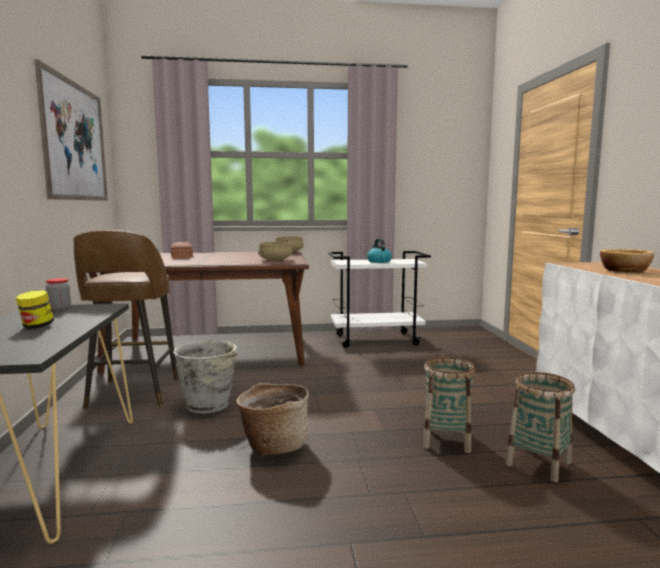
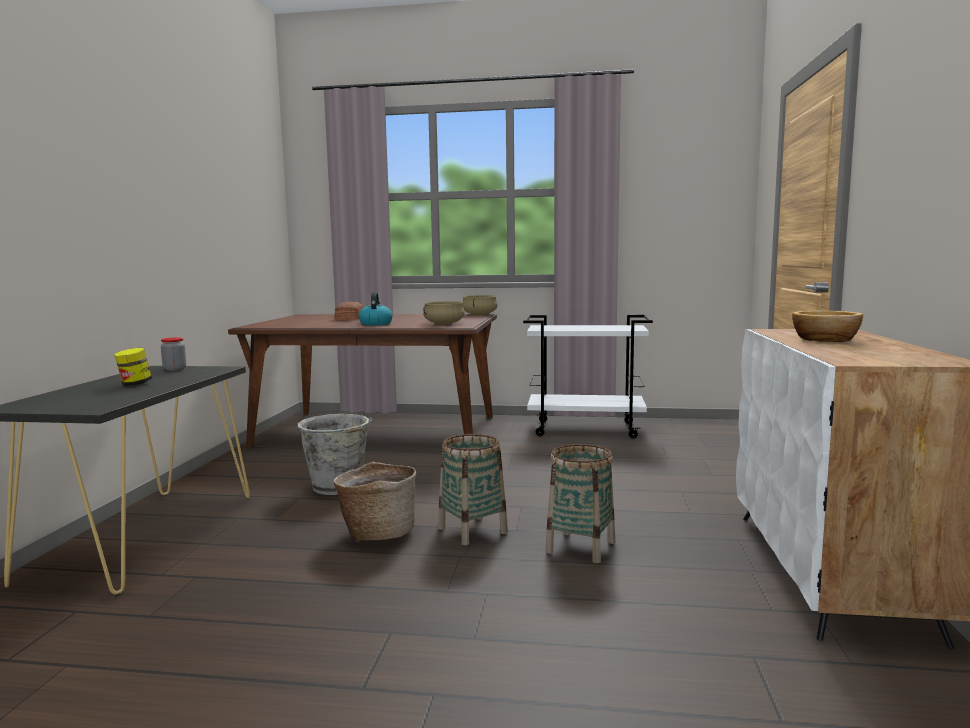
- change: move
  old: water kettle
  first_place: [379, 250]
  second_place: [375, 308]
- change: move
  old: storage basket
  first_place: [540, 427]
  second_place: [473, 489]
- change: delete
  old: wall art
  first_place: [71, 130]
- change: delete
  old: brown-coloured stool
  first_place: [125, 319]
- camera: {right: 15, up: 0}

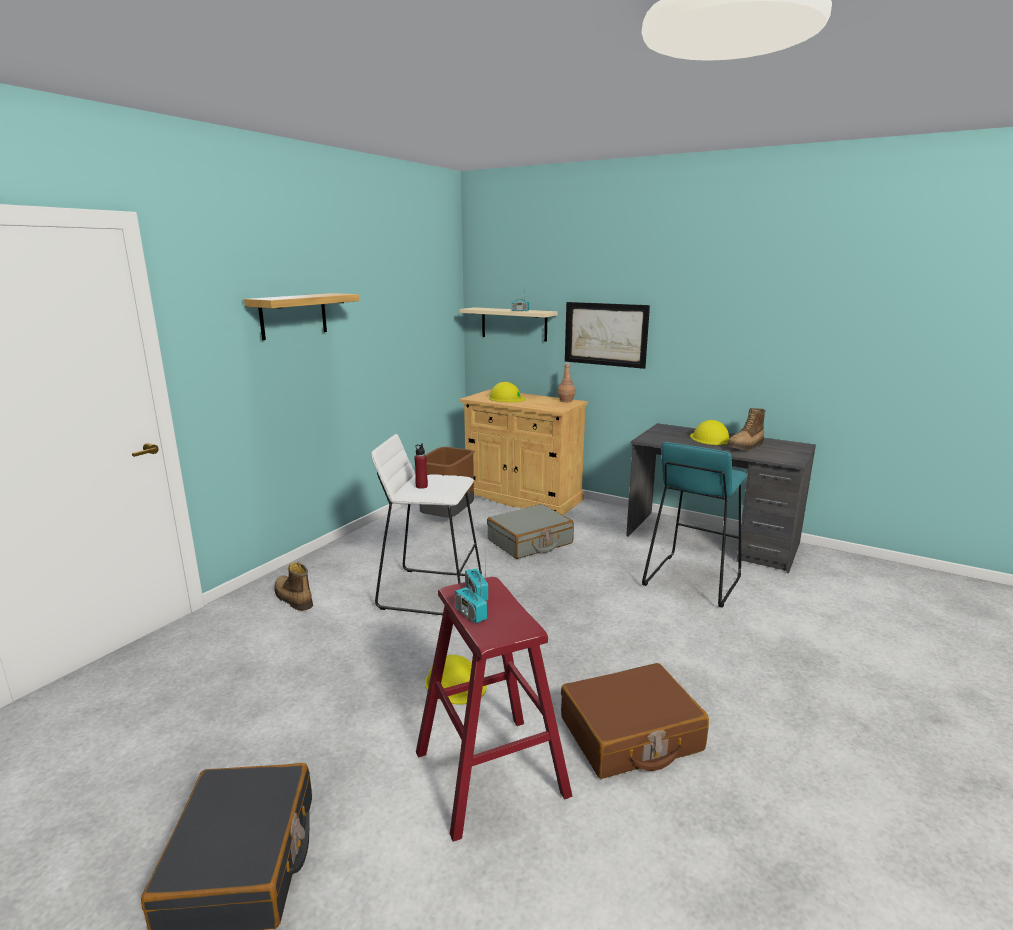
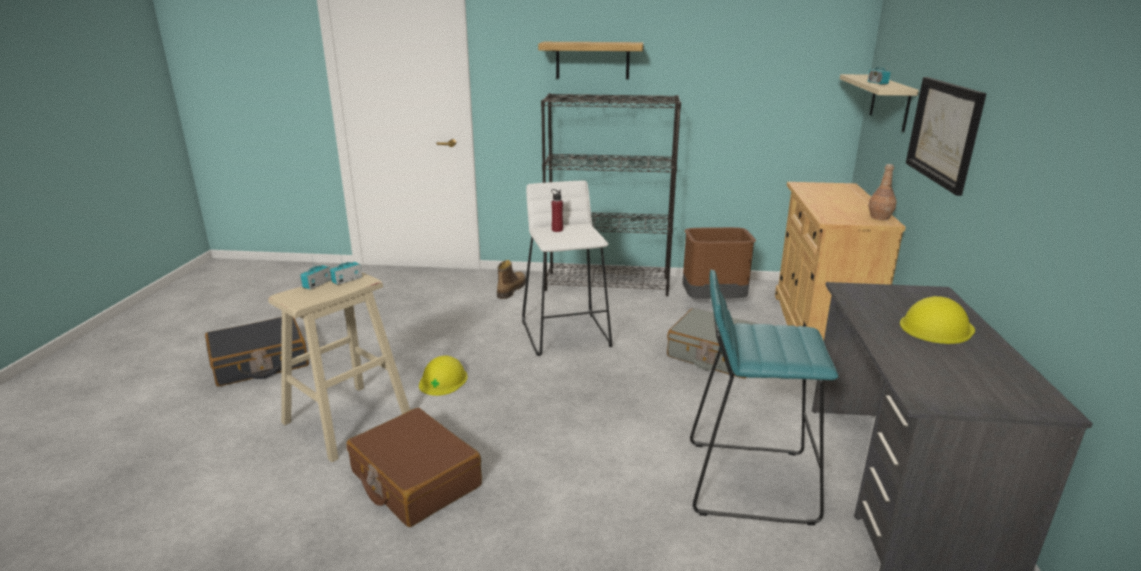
- change: recolor
  old: reddish stool
  new: sand-coloured stool
  first_place: [494, 709]
  second_place: [339, 367]
- change: insert
  new: blackish shelving unit
  second_place: [611, 194]
- change: delete
  old: yellow work helmet
  first_place: [507, 392]
- change: delete
  old: boot
  first_place: [746, 429]
- camera: {right: 65, up: 5}

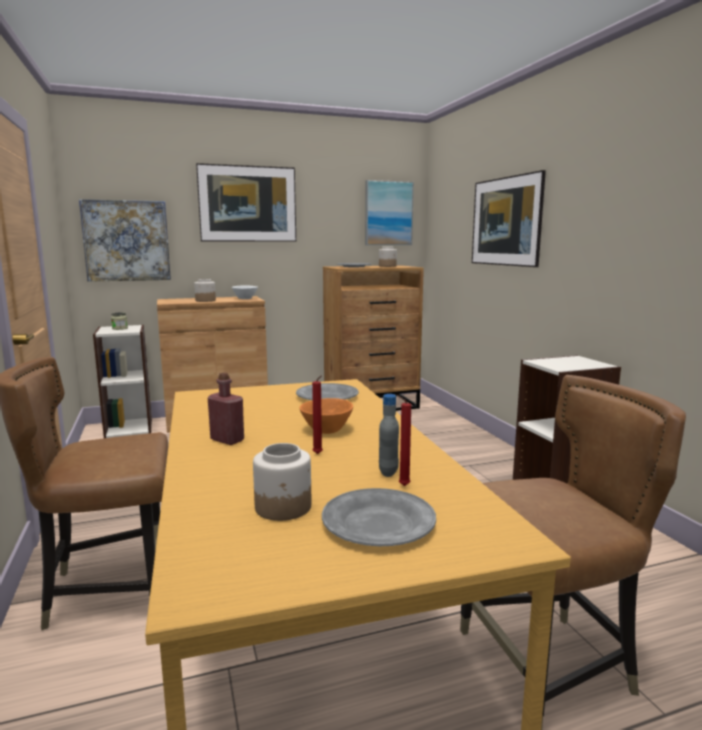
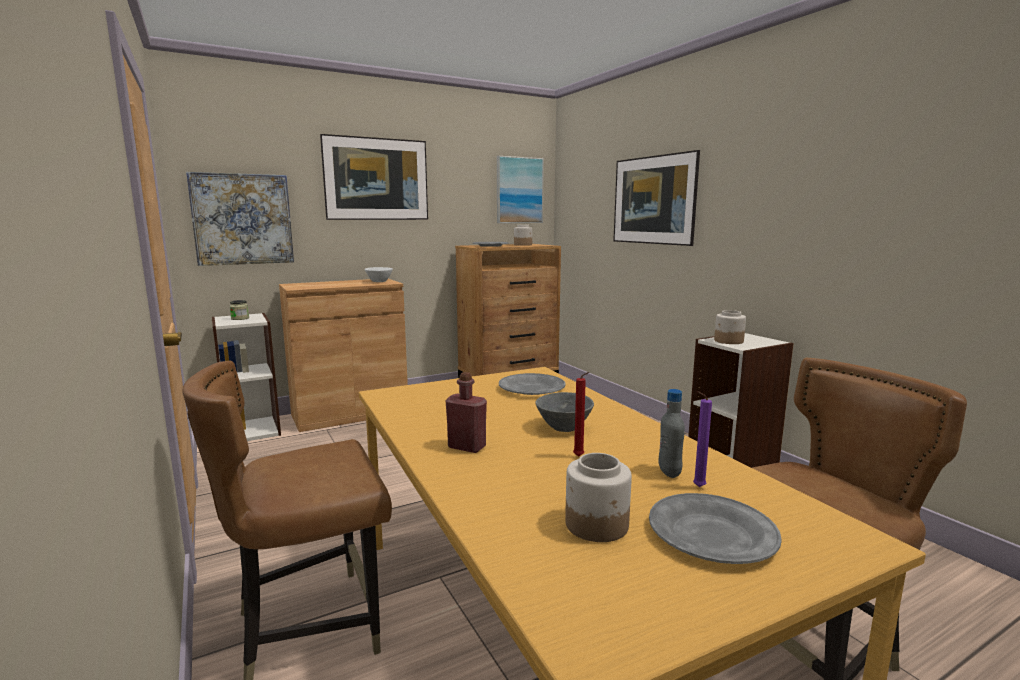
- change: recolor
  old: orange deep dish
  new: grey deep dish
  first_place: [326, 416]
  second_place: [565, 412]
- change: recolor
  old: reddish wax candle
  new: purple-coloured wax candle
  first_place: [403, 440]
  second_place: [702, 439]
- change: move
  old: jar
  first_place: [205, 290]
  second_place: [730, 327]
- camera: {right: -10, up: 0}

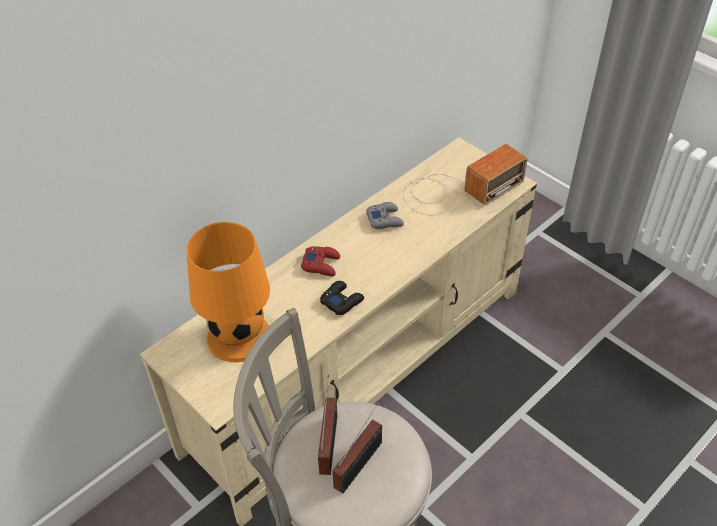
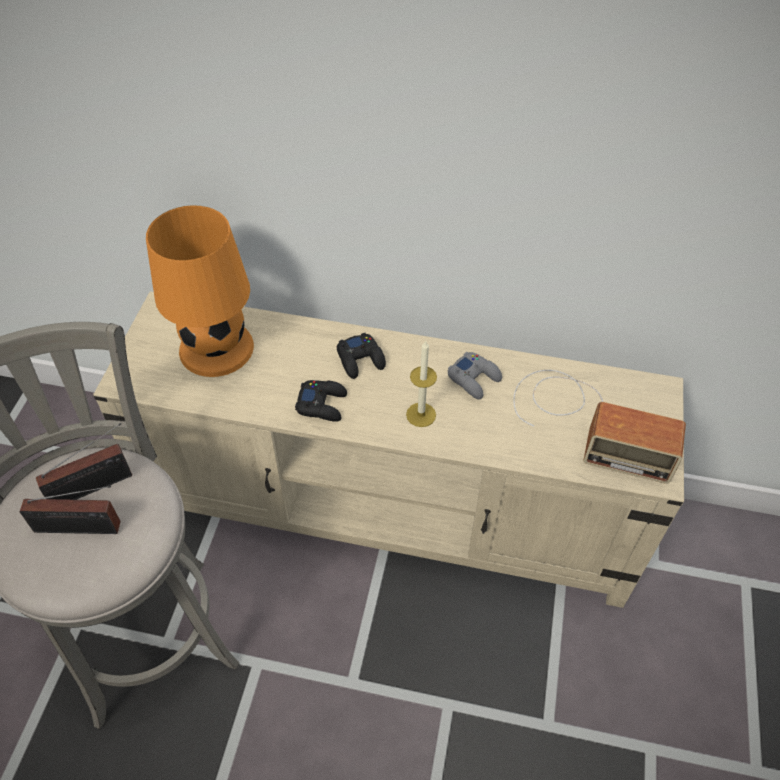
- change: recolor
  old: reddish game controller
  new: blackish game controller
  first_place: [320, 261]
  second_place: [361, 356]
- change: insert
  new: wax candle
  second_place: [421, 384]
- camera: {right: 55, up: 5}

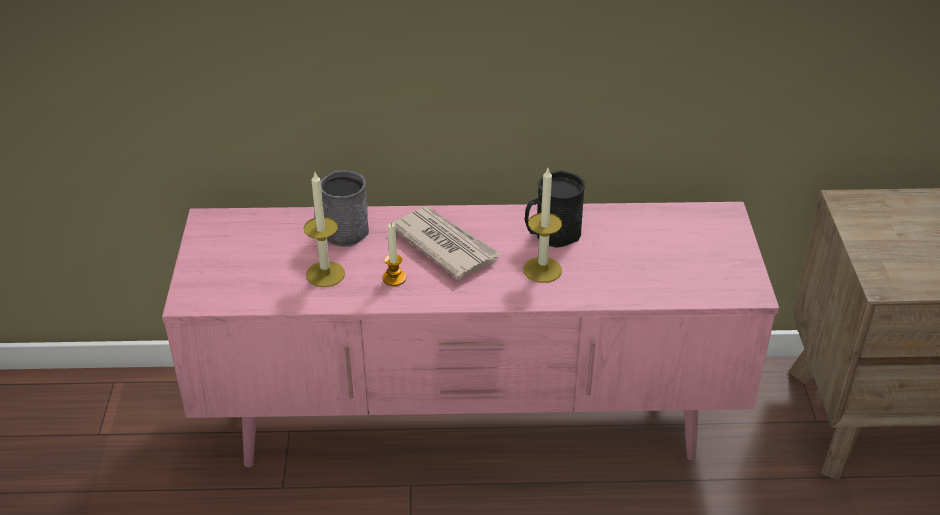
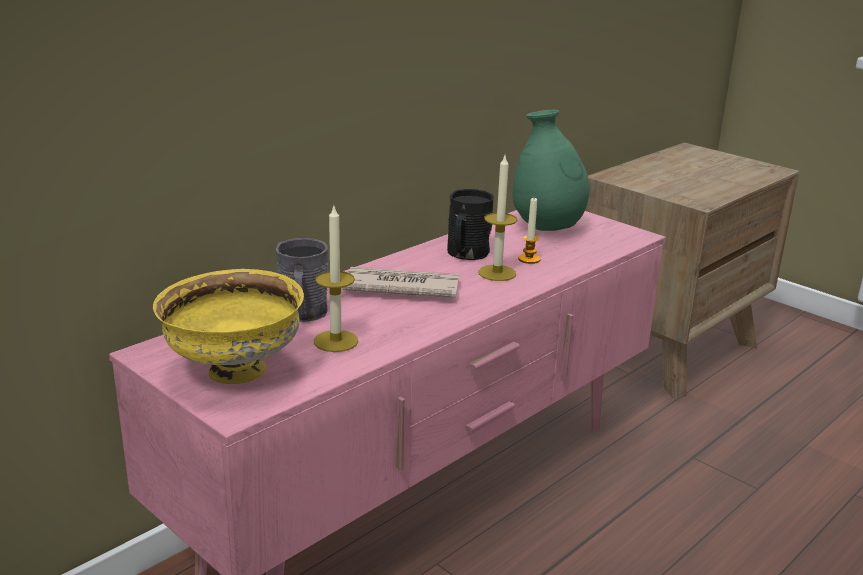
- change: insert
  new: yellow deep dish
  second_place: [228, 326]
- change: insert
  new: greenish vase
  second_place: [551, 170]
- change: move
  old: wax candle
  first_place: [394, 254]
  second_place: [529, 231]
- camera: {right: -45, up: -15}

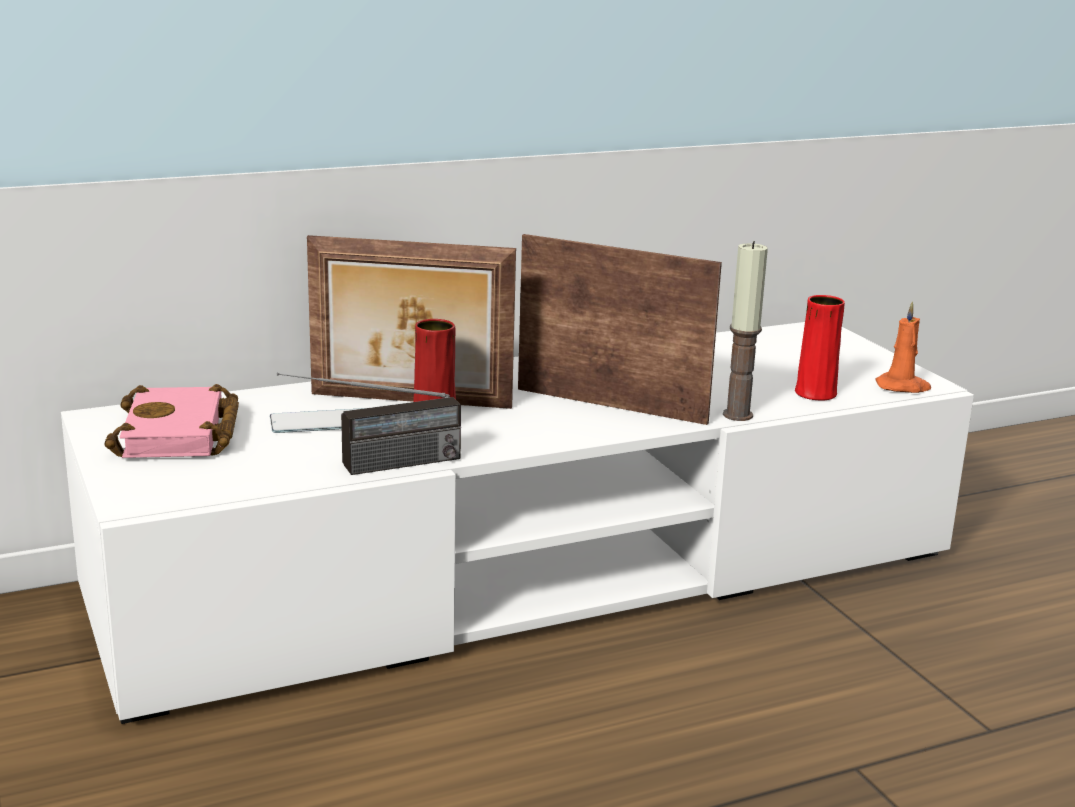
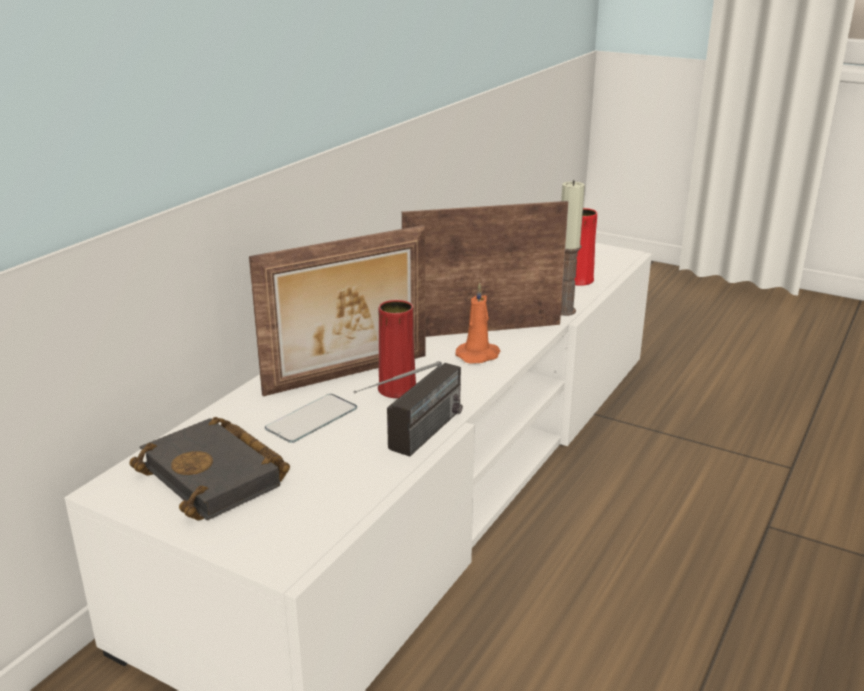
- change: recolor
  old: pink volume
  new: blackish volume
  first_place: [171, 421]
  second_place: [209, 468]
- change: move
  old: orange wax candle
  first_place: [903, 347]
  second_place: [477, 323]
- camera: {right: -35, up: 5}

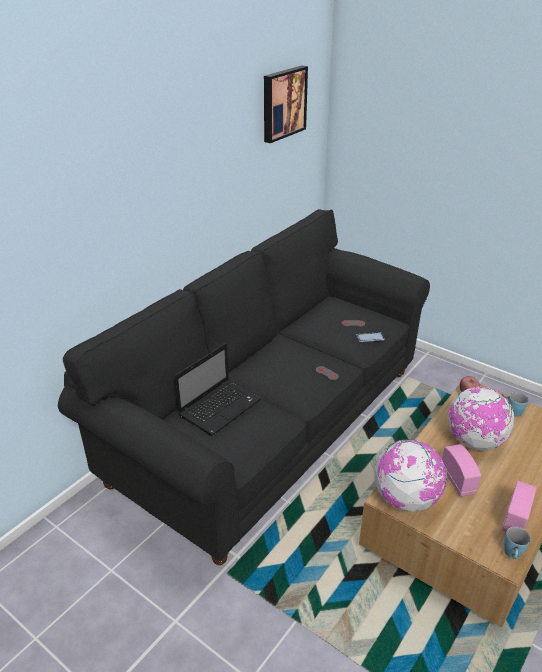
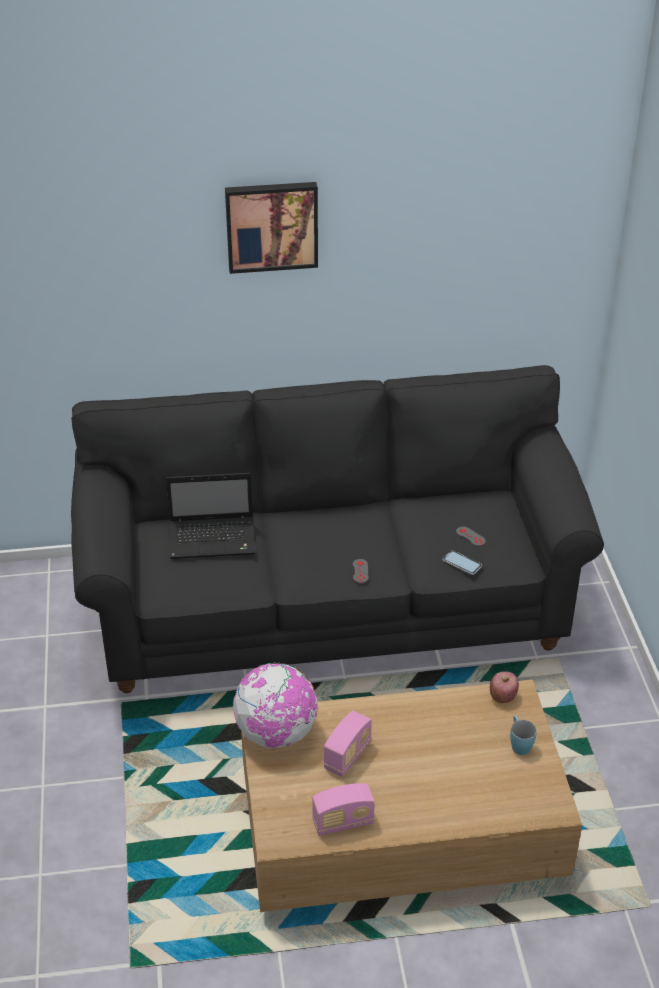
- change: move
  old: wall art
  first_place: [286, 104]
  second_place: [271, 228]
- change: delete
  old: desk globe
  first_place: [481, 418]
- change: delete
  old: blue-coloured mug
  first_place: [517, 543]
- camera: {right: 45, up: 5}

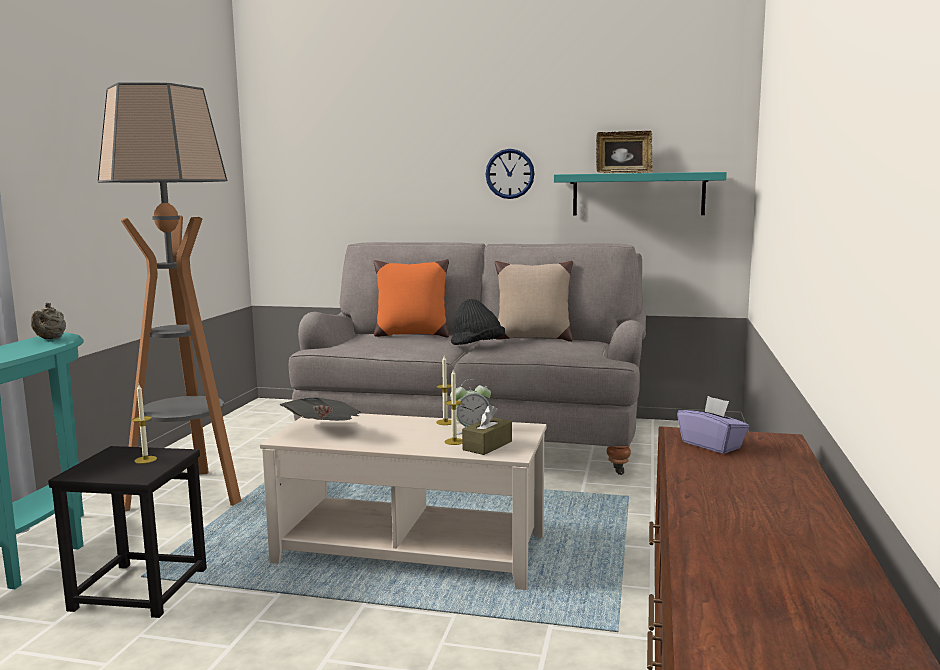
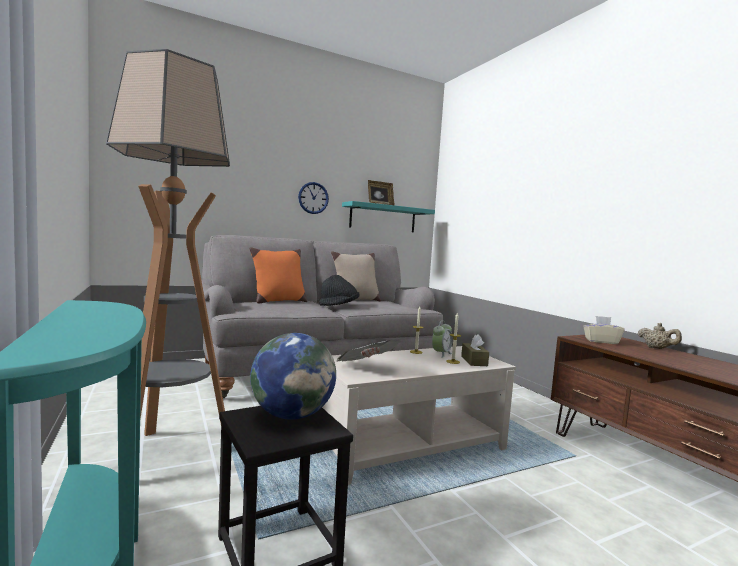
- change: replace
  old: wax candle
  new: desk globe
  first_place: [144, 424]
  second_place: [293, 376]
- change: recolor
  old: purple-coloured tissue box
  new: sand-coloured tissue box
  first_place: [713, 425]
  second_place: [603, 330]
- change: move
  old: sand-coloured pot for tea
  first_place: [48, 321]
  second_place: [660, 336]
- camera: {right: -40, up: -5}

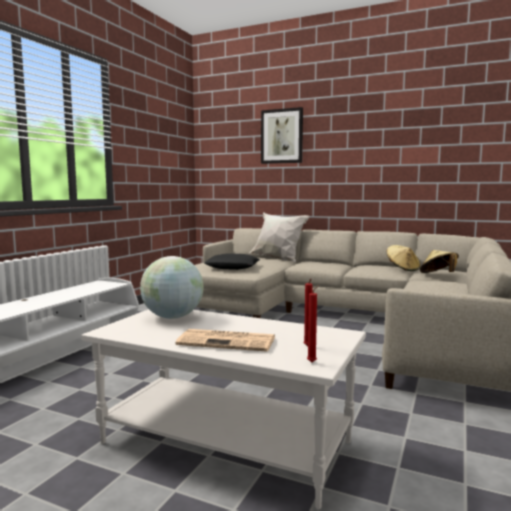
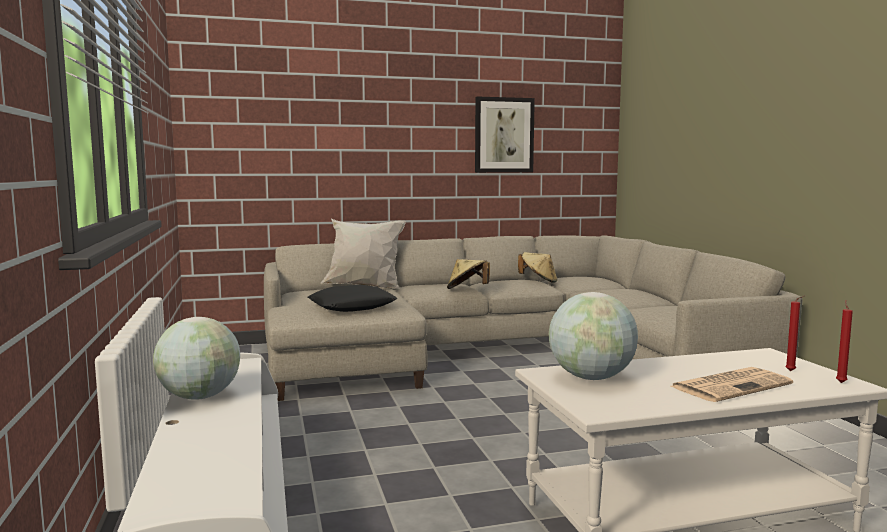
- change: insert
  new: desk globe
  second_place: [196, 358]
- change: move
  old: sand-coloured hat
  first_place: [439, 261]
  second_place: [468, 274]
- change: move
  old: wall art
  first_place: [282, 135]
  second_place: [505, 134]
- camera: {right: -40, up: 0}

